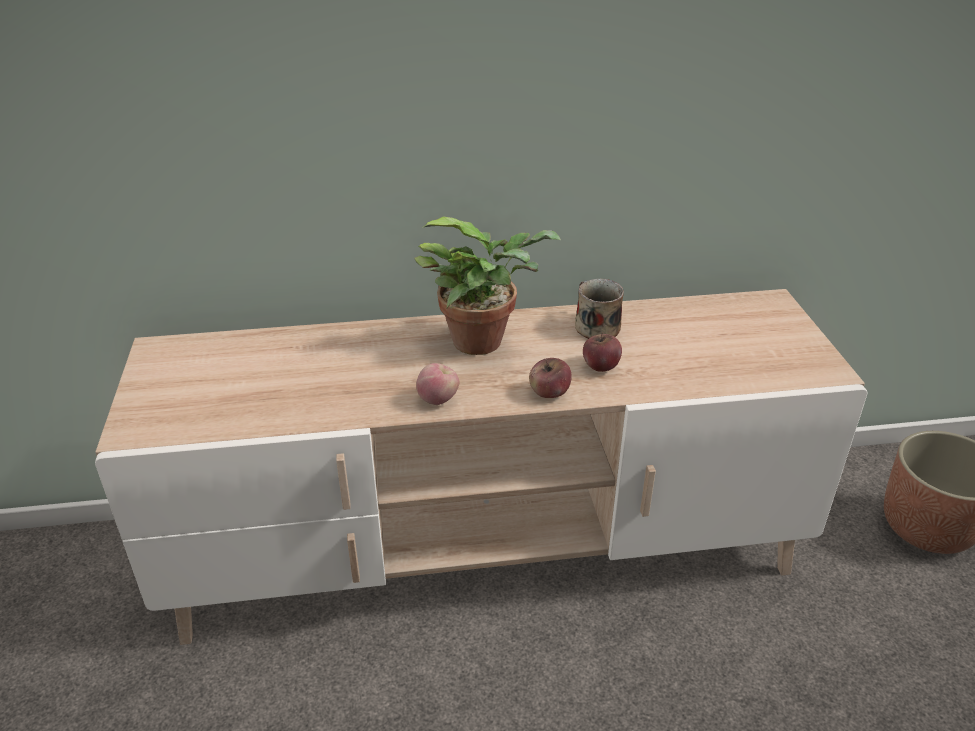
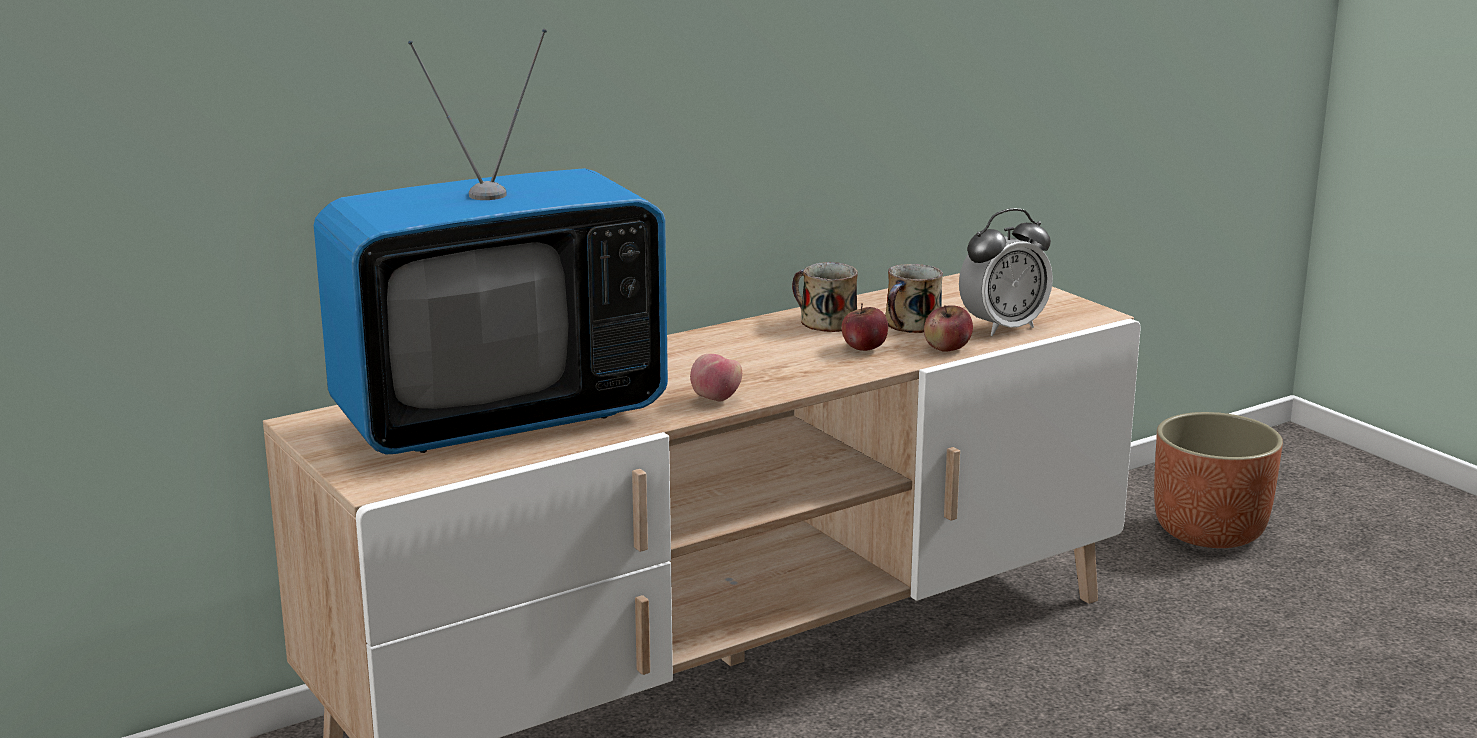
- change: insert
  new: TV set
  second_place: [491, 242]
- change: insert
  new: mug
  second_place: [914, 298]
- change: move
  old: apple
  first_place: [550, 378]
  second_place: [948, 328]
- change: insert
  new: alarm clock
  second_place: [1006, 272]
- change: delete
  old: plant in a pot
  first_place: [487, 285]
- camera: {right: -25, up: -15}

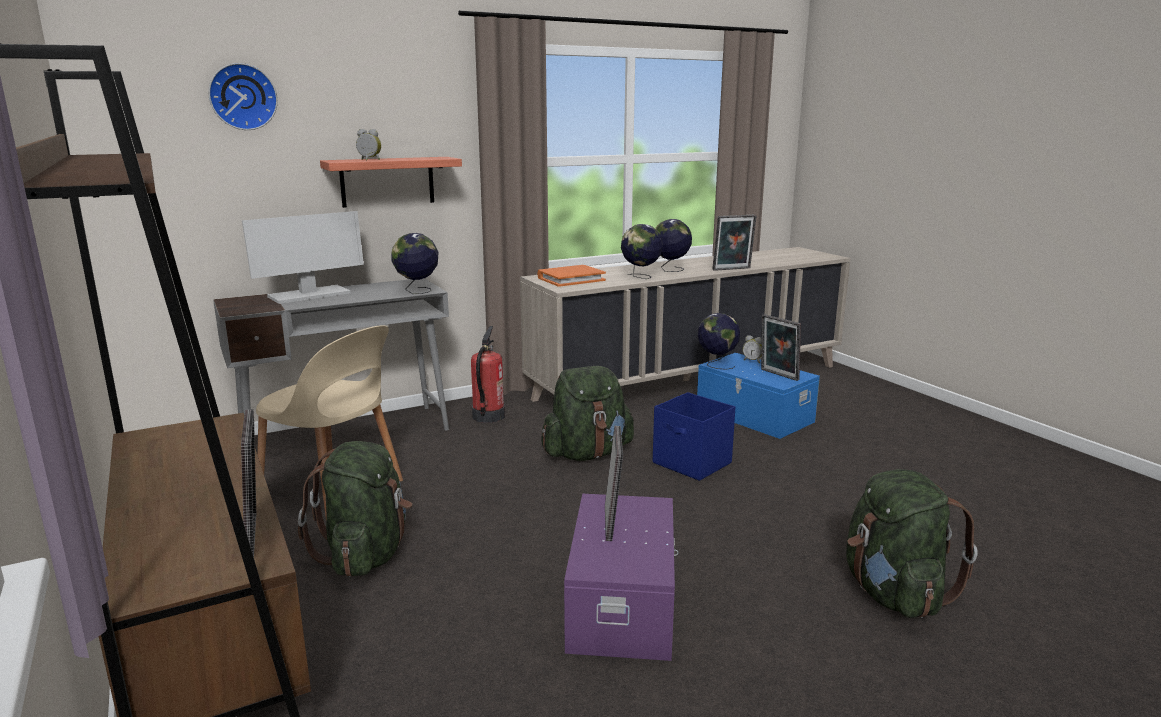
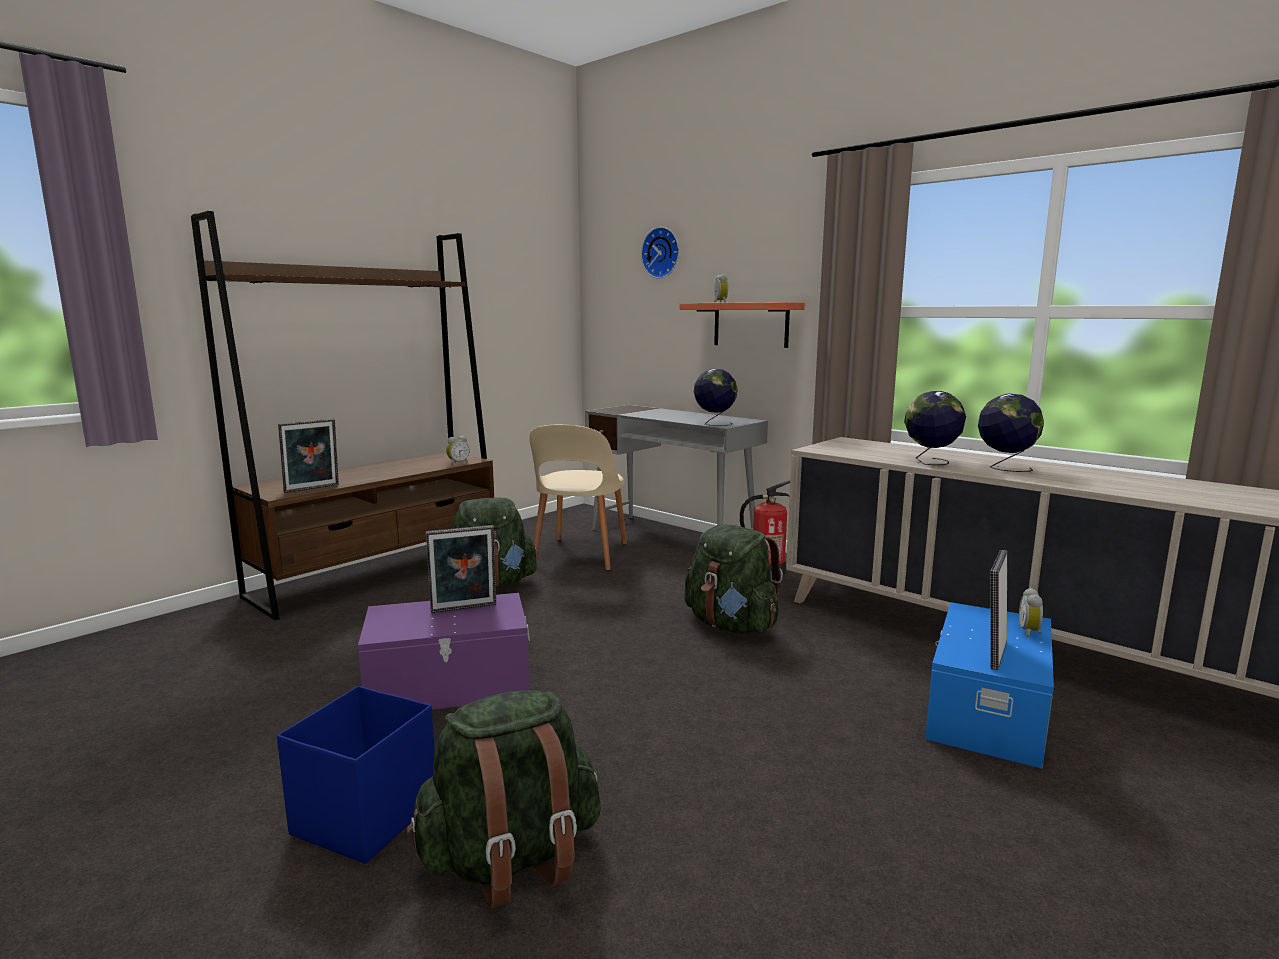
- change: move
  old: blue-coloured storage bin
  first_place: [694, 436]
  second_place: [356, 775]
- change: insert
  new: alarm clock
  second_place: [458, 450]
- change: delete
  old: computer screen
  first_place: [303, 257]
- change: delete
  old: orange volume
  first_place: [571, 276]
- change: delete
  old: desk globe
  first_place: [718, 341]
- change: delete
  old: standing frame
  first_place: [734, 243]
- camera: {right: 70, up: -5}

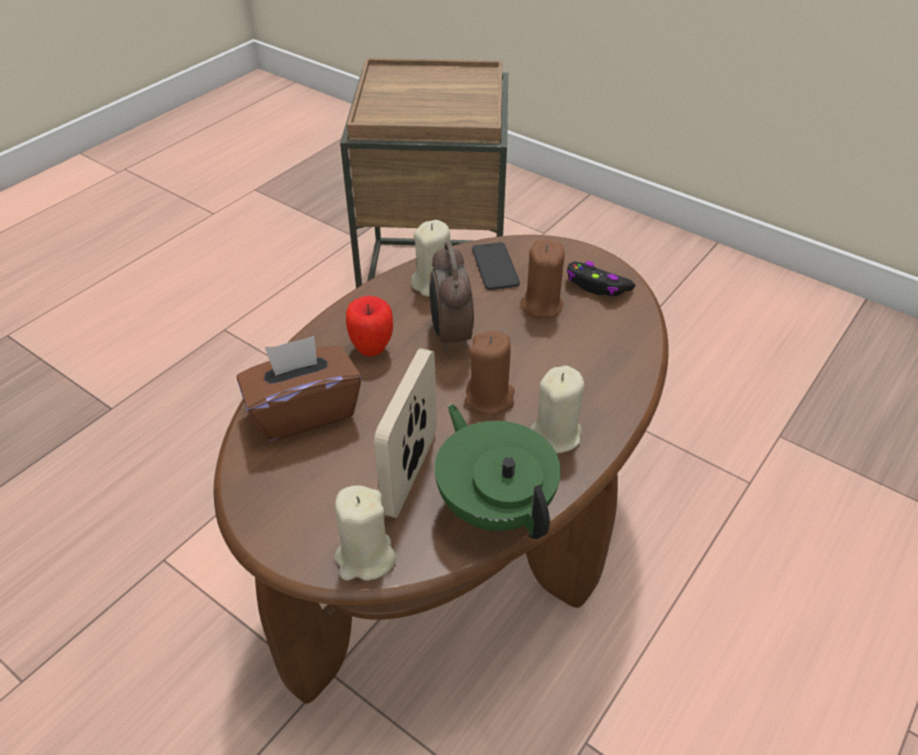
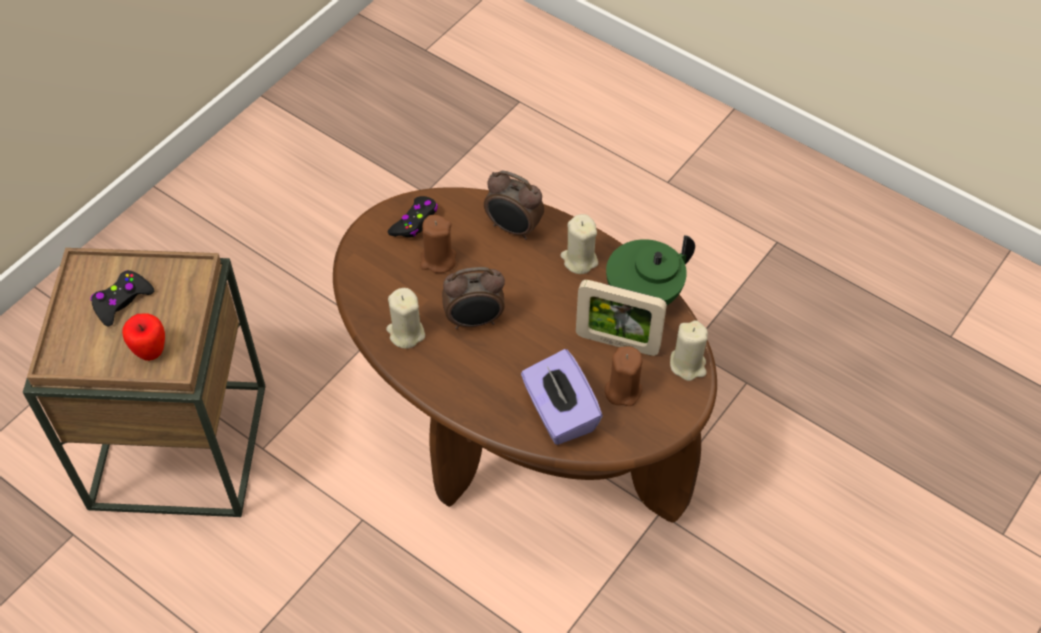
- change: insert
  new: blackish game controller
  second_place: [122, 298]
- change: move
  old: apple
  first_place: [369, 326]
  second_place: [143, 337]
- change: insert
  new: alarm clock
  second_place: [514, 205]
- change: recolor
  old: brown-coloured tissue box
  new: purple-coloured tissue box
  first_place: [299, 388]
  second_place: [562, 397]
- change: move
  old: brown-coloured wax candle
  first_place: [489, 373]
  second_place: [623, 376]
- change: delete
  old: handset
  first_place: [496, 266]
- camera: {right: -90, up: 10}

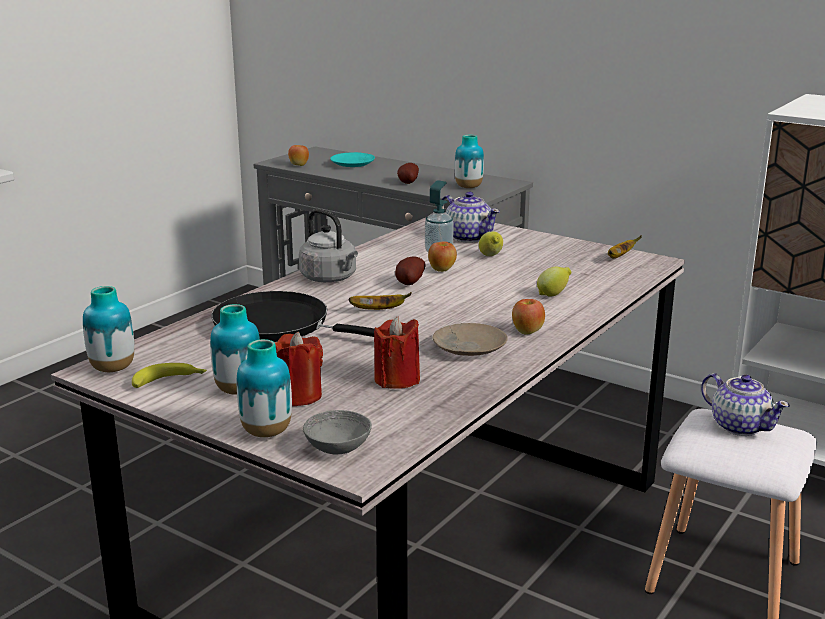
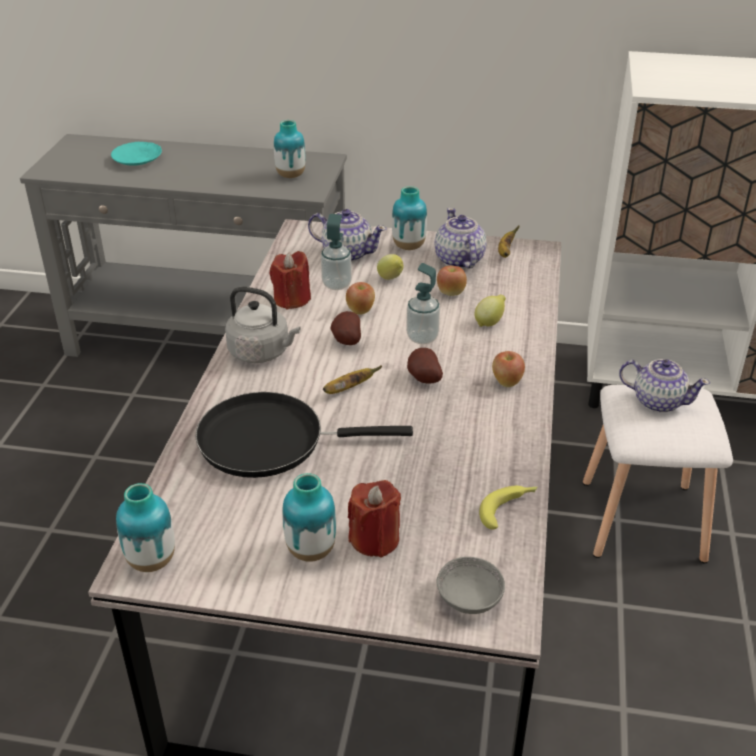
- change: move
  old: reddish wax candle
  first_place: [397, 352]
  second_place: [290, 280]
- change: move
  old: vase
  first_place: [264, 388]
  second_place: [409, 218]
- change: insert
  new: soap bottle
  second_place: [423, 303]
- change: move
  old: whole potato
  first_place: [408, 173]
  second_place: [425, 366]
- change: insert
  new: pot for tea
  second_place: [461, 238]
- change: move
  old: apple
  first_place: [298, 155]
  second_place: [452, 281]
- change: move
  old: banana fruit
  first_place: [169, 375]
  second_place: [508, 507]
- change: delete
  old: sand-coloured dinner plate
  first_place: [470, 339]
- camera: {right: -25, up: 15}

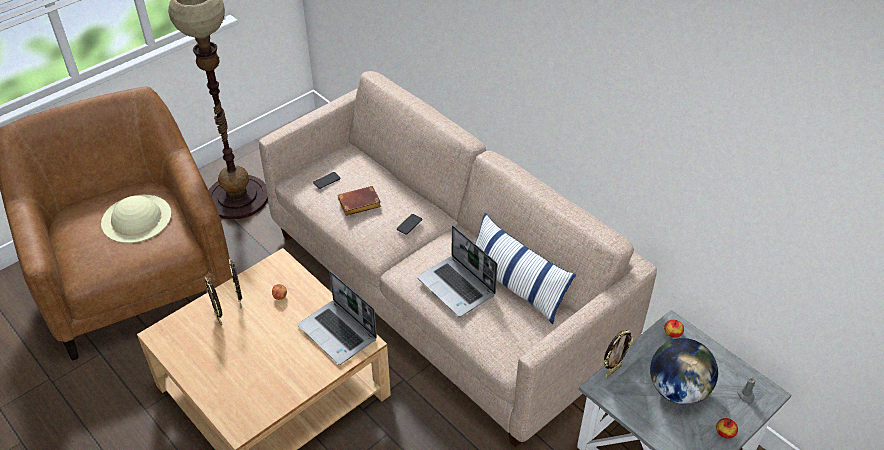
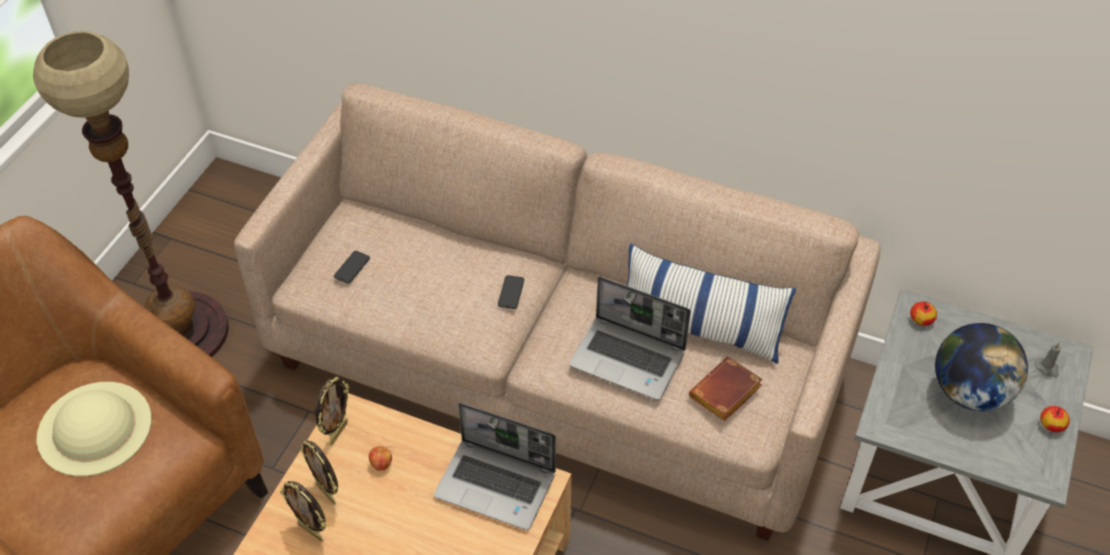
- change: move
  old: standing frame
  first_place: [618, 353]
  second_place: [332, 411]
- change: move
  old: brown-coloured volume
  first_place: [359, 201]
  second_place: [726, 389]
- camera: {right: -25, up: 5}

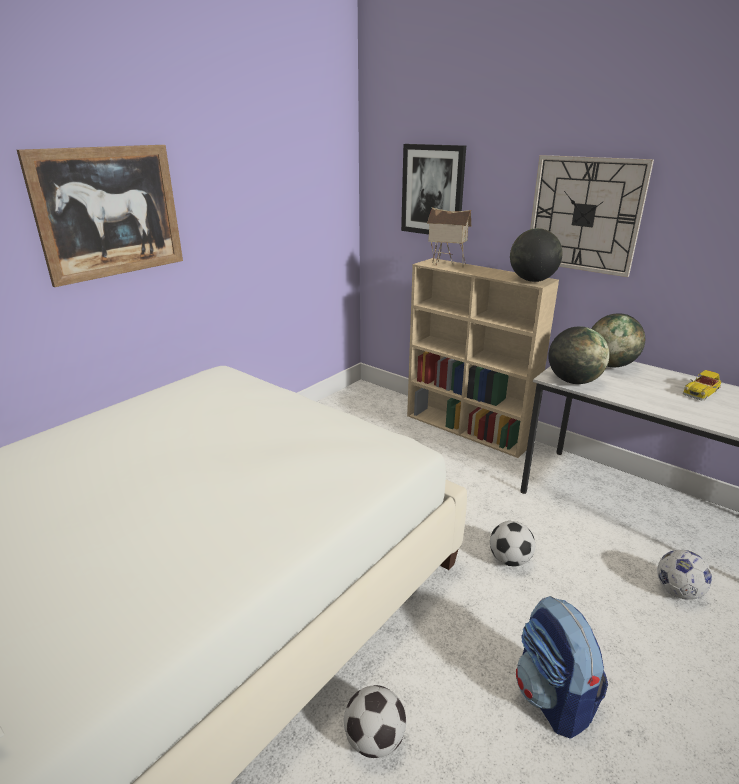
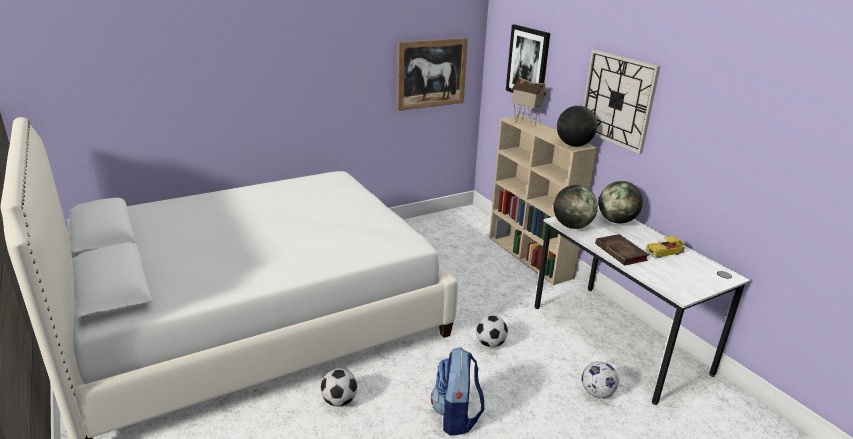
- change: move
  old: wall art
  first_place: [100, 216]
  second_place: [432, 74]
- change: insert
  new: volume
  second_place: [622, 250]
- camera: {right: 20, up: 0}

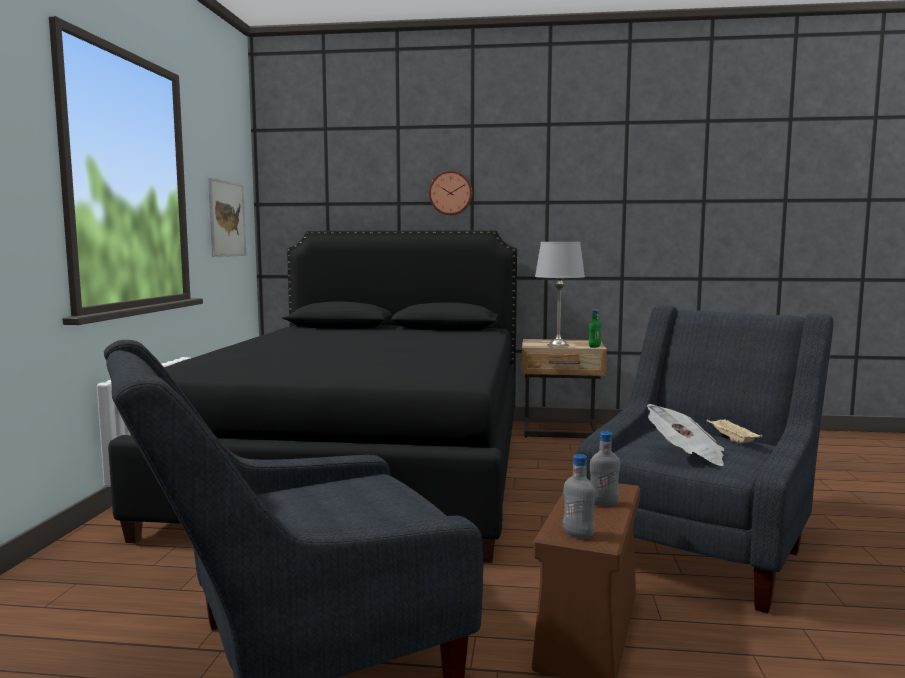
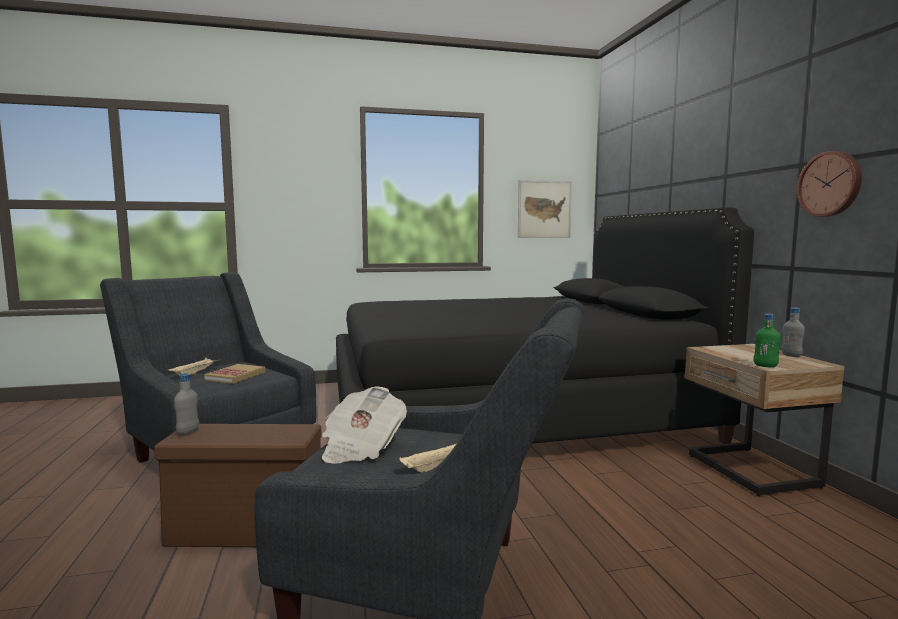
- change: insert
  new: sand-coloured serving tray
  second_place: [194, 367]
- change: insert
  new: volume
  second_place: [235, 374]
- change: move
  old: grey drink bottle
  first_place: [605, 468]
  second_place: [793, 332]
- change: move
  old: hanging clock
  first_place: [450, 193]
  second_place: [829, 184]
- change: delete
  old: grey lamp for a table
  first_place: [560, 294]
- camera: {right: 70, up: 0}

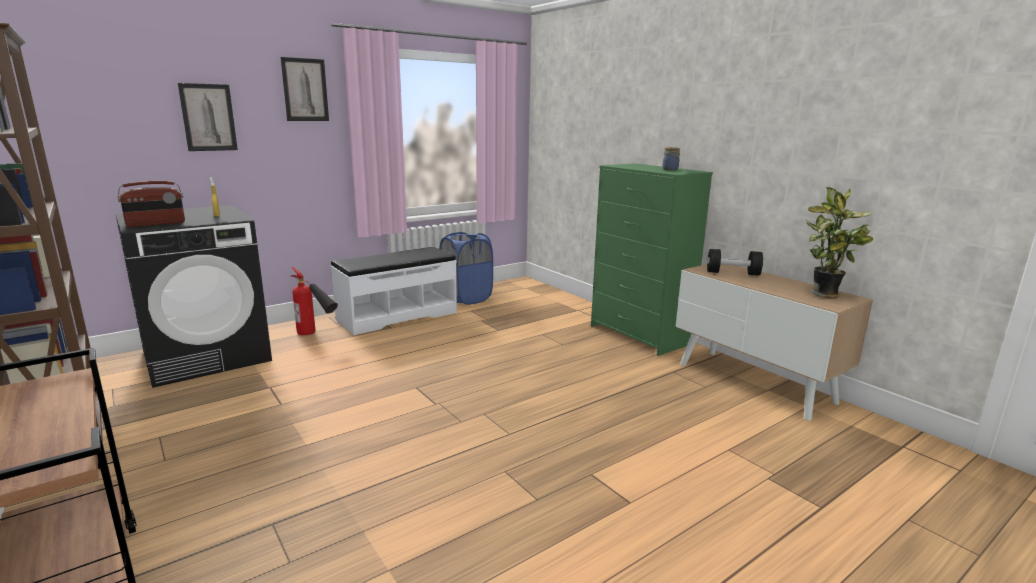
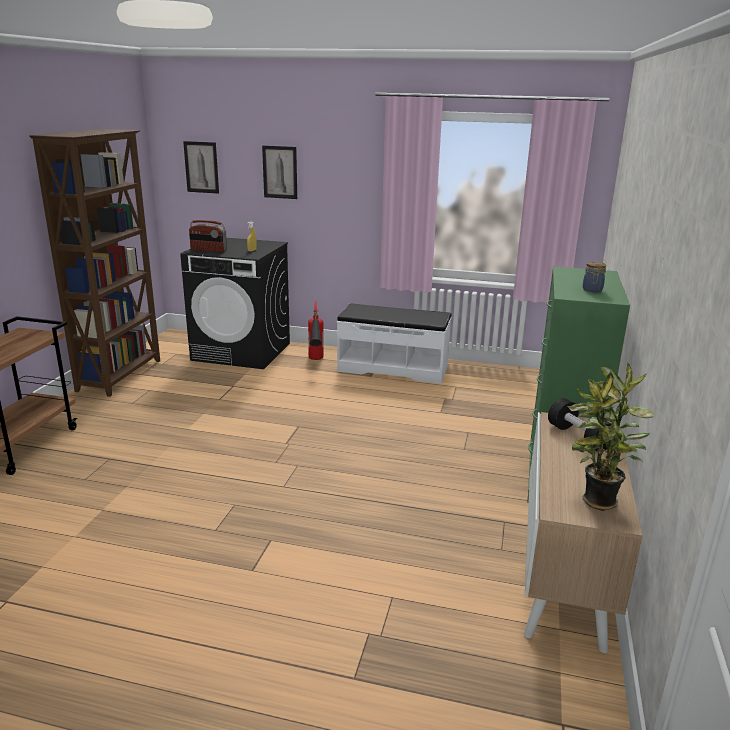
- change: move
  old: wall art
  first_place: [305, 89]
  second_place: [201, 167]
- change: delete
  old: blue-coloured hamper
  first_place: [466, 268]
- camera: {right: 50, up: 5}

